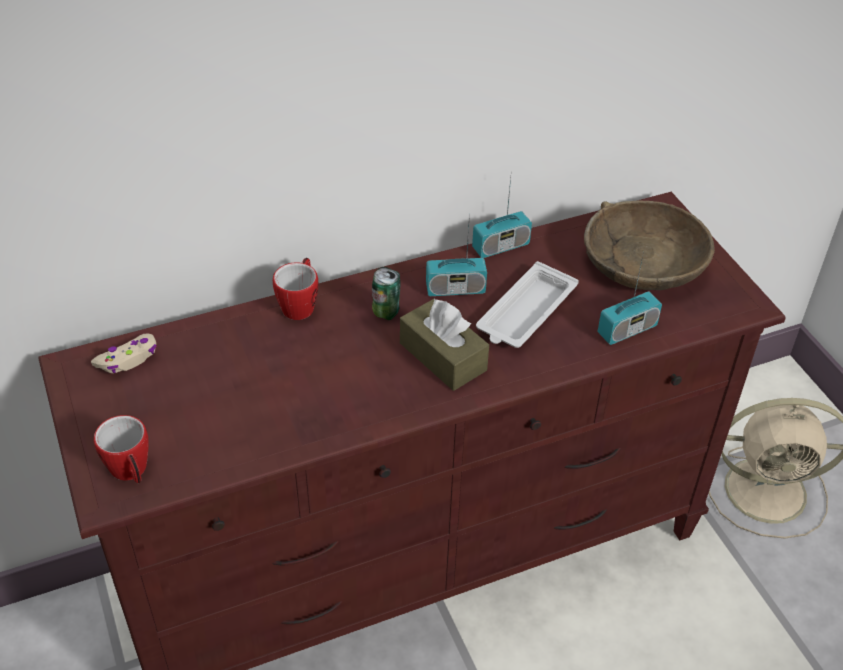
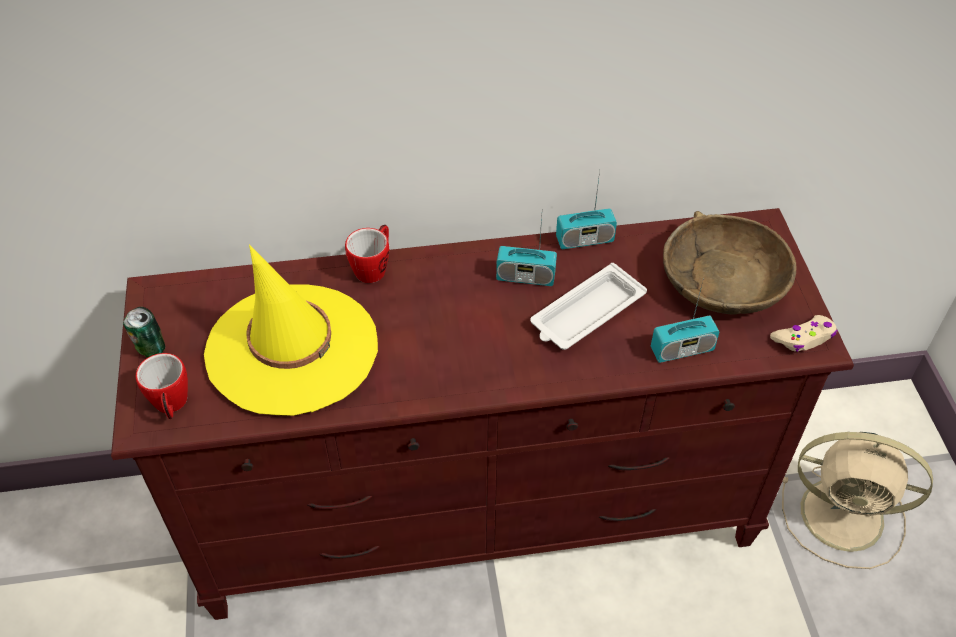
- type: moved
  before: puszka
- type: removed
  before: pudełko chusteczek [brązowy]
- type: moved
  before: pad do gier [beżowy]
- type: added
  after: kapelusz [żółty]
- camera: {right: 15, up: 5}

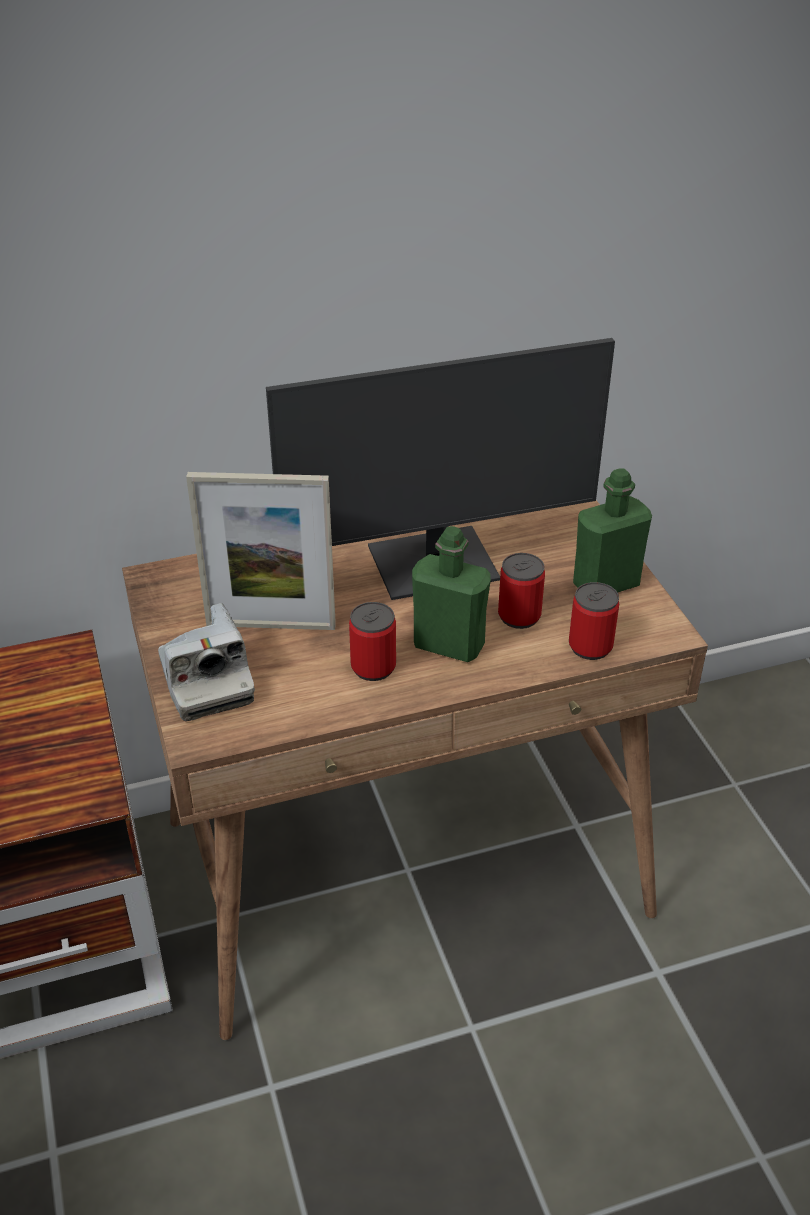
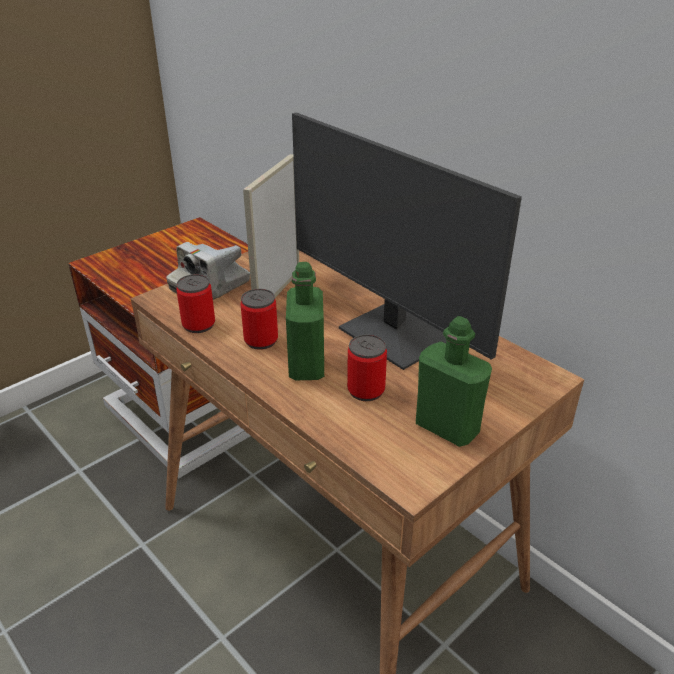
- type: turned
  before: ramka na zdjęcie
  turn: 45
- type: moved
  before: puszka (3rd from left in the first image)
  after: puszka (1st from left)
- camera: {right: 65, up: -5}

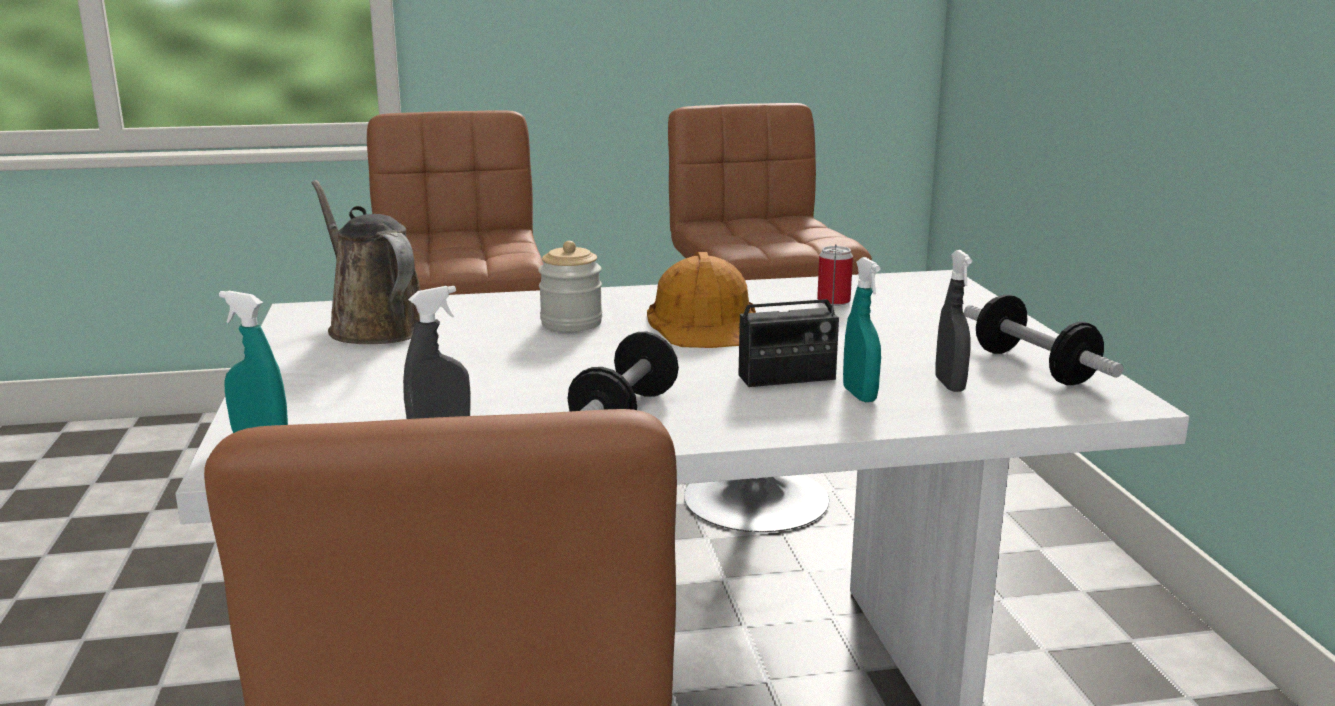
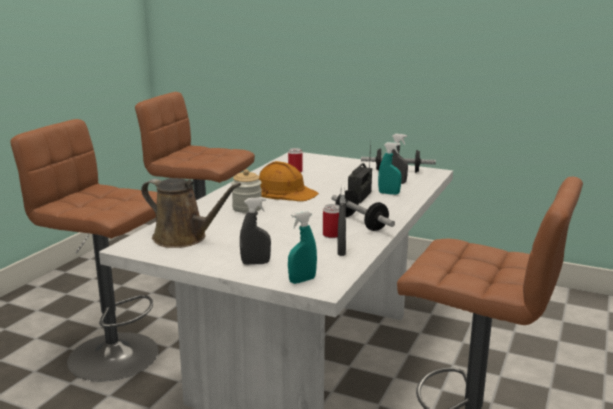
- type: turned
  before: konewka [brązowy]
  turn: -150
- type: added
  after: spryskiwacz [szary] (1st from left)
- type: added
  after: puszka (2nd from left)
- camera: {right: -55, up: 0}

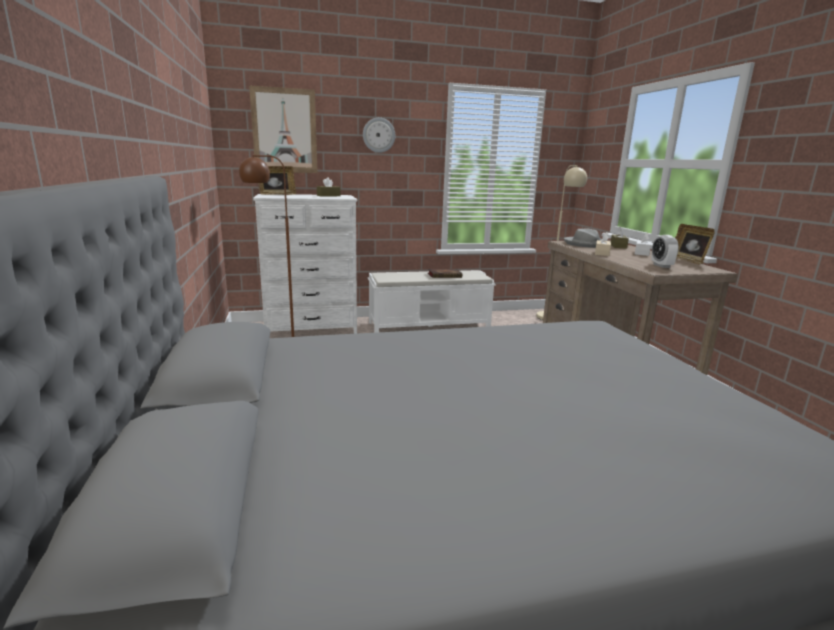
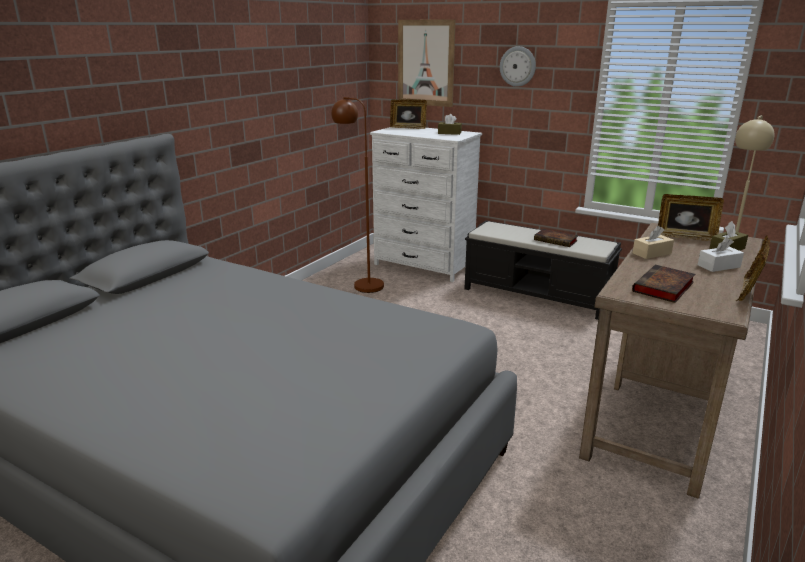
- type: replaced
  before: kapelusz [szary]
  after: ramka na zdjęcie (2nd from left)
- type: replaced
  before: budzik
  after: książka (2nd from left)
- type: recoloured
  before: ławka [biały]
  after: ławka [czarny]
- camera: {right: 45, up: 5}

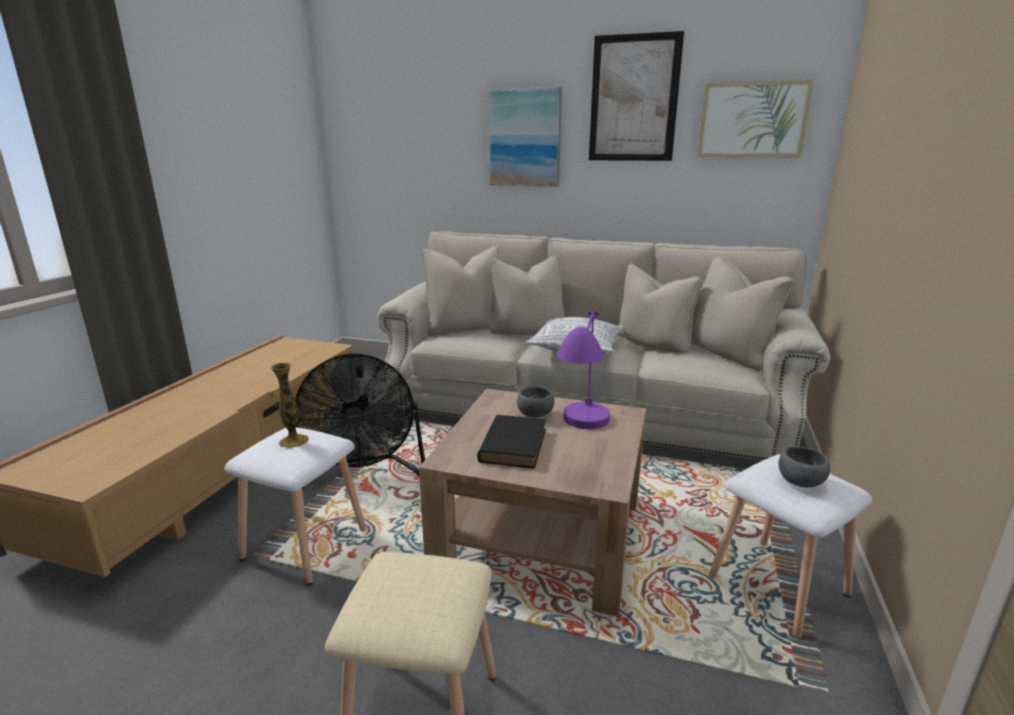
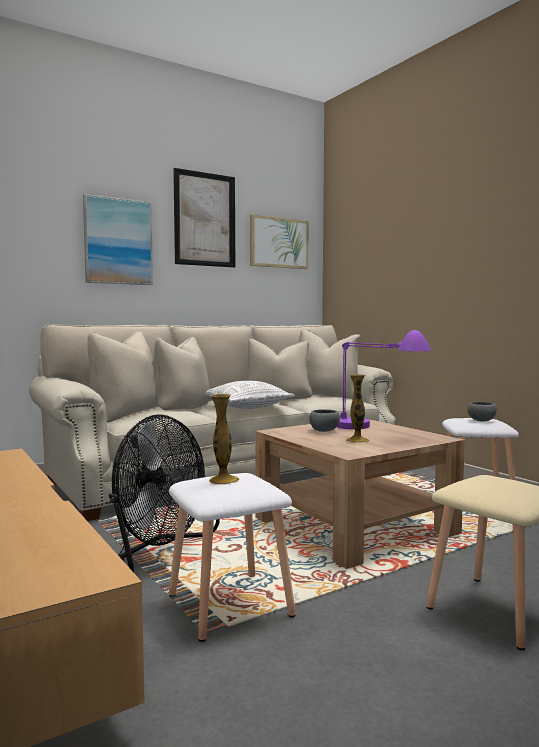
- type: replaced
  before: książka [czarny]
  after: wazon (2nd from left)
- camera: {right: -50, up: -15}

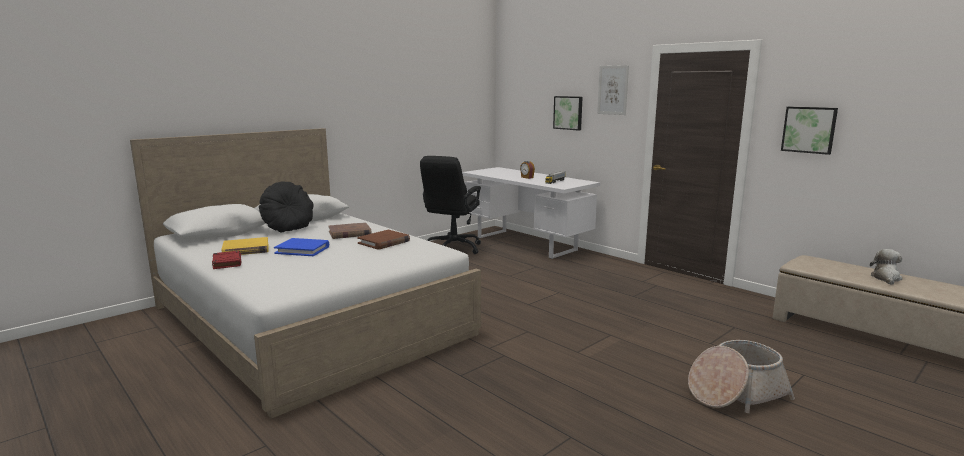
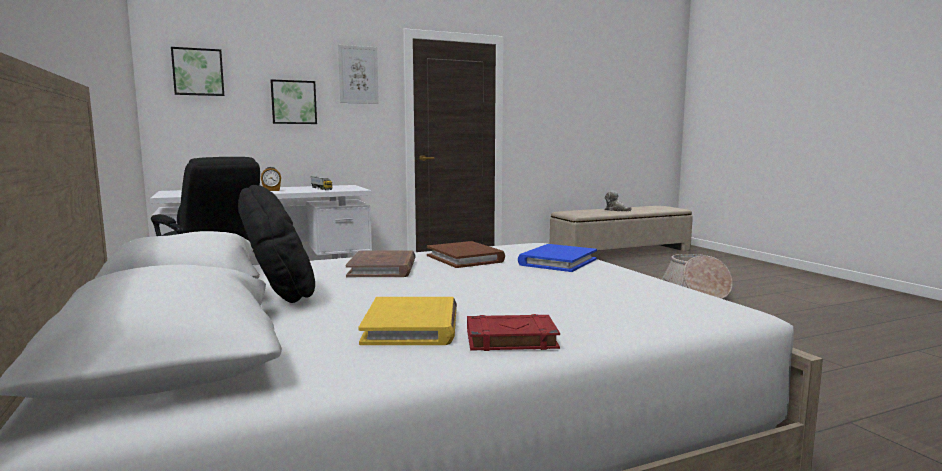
- type: moved
  before: obraz (3rd from left in the first image)
  after: obraz (1st from left)
- type: moved
  before: książka [niebieski]
- camera: {right: -70, up: -5}

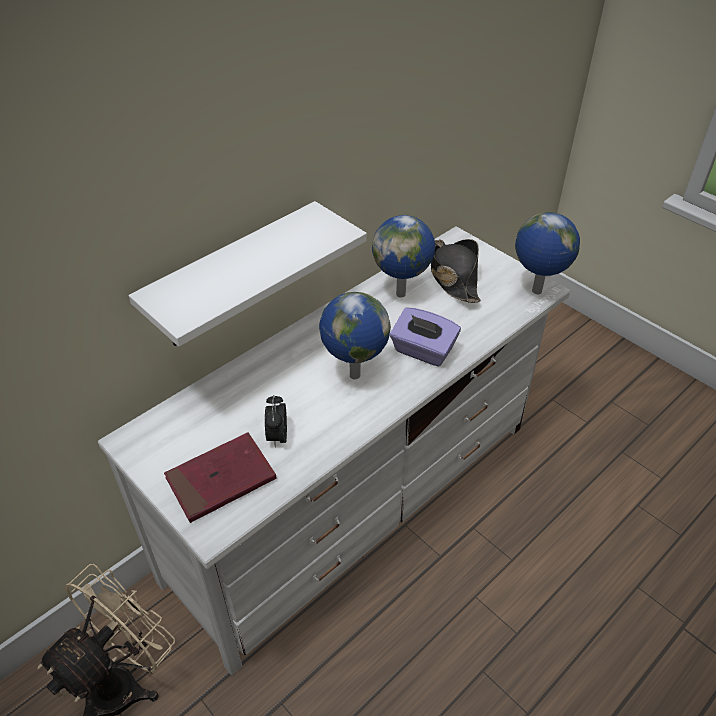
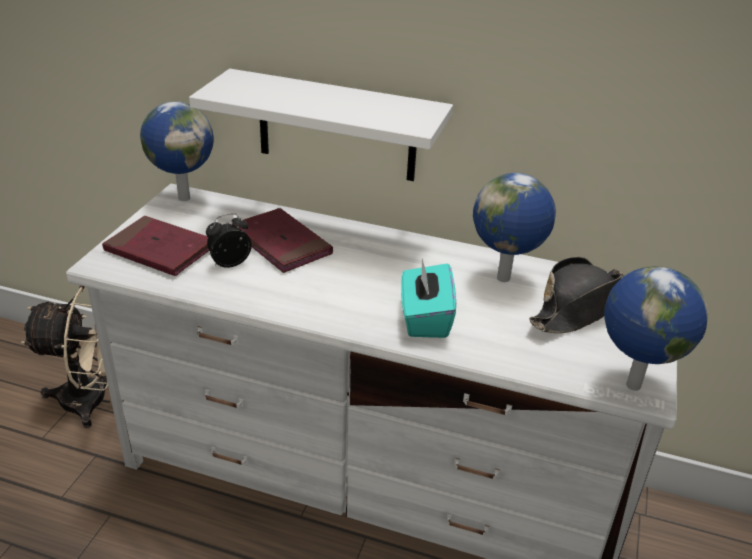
- type: moved
  before: globus (1st from left)
- type: recoloured
  before: pudełko chusteczek [fioletowy]
  after: pudełko chusteczek [turkusowy]
- type: added
  after: książka [czerwony] (2nd from left)
- camera: {right: 60, up: -10}

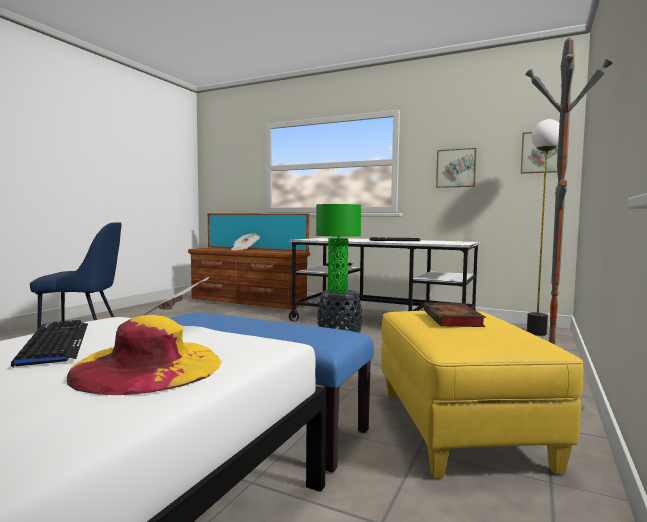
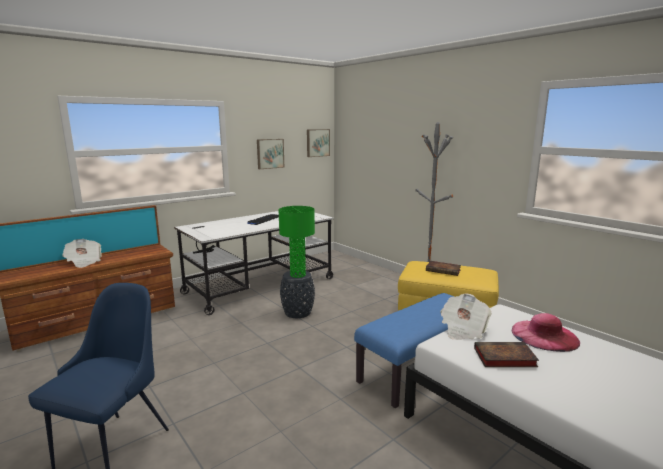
- type: removed
  before: lampa stojąca
- type: recoloured
  before: kapelusz [żółty]
  after: kapelusz [różowy]
- type: replaced
  before: klawiatura (1st from left)
  after: książka (2nd from left)
- camera: {right: -65, up: 10}

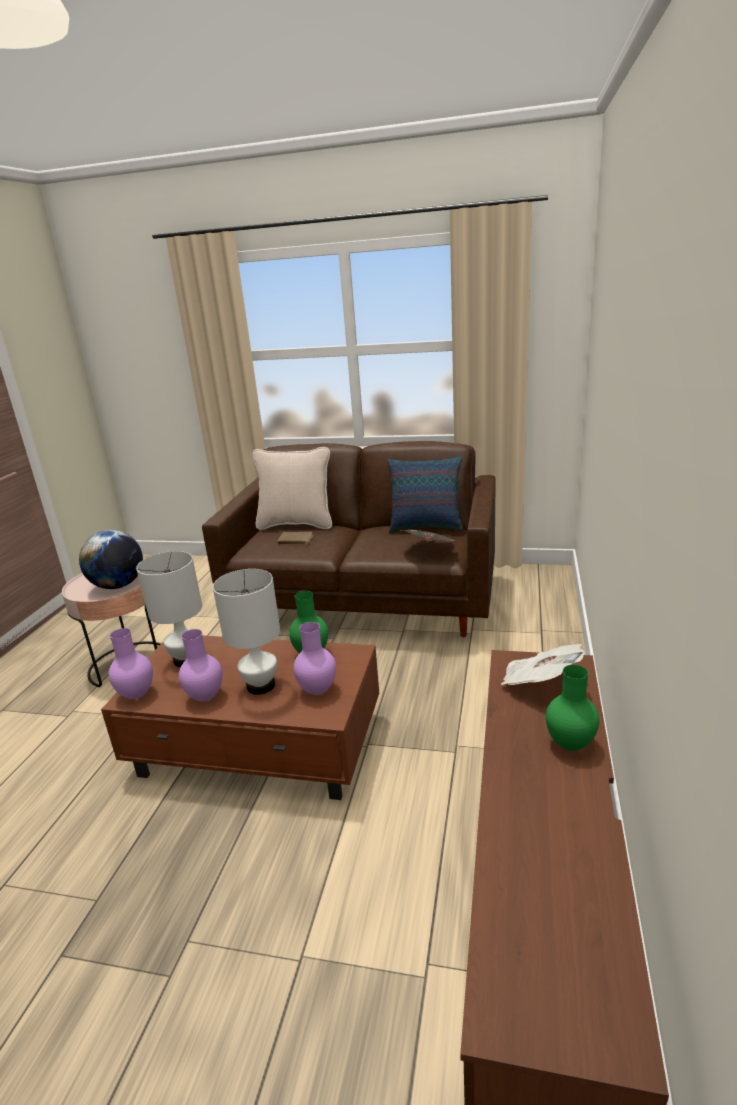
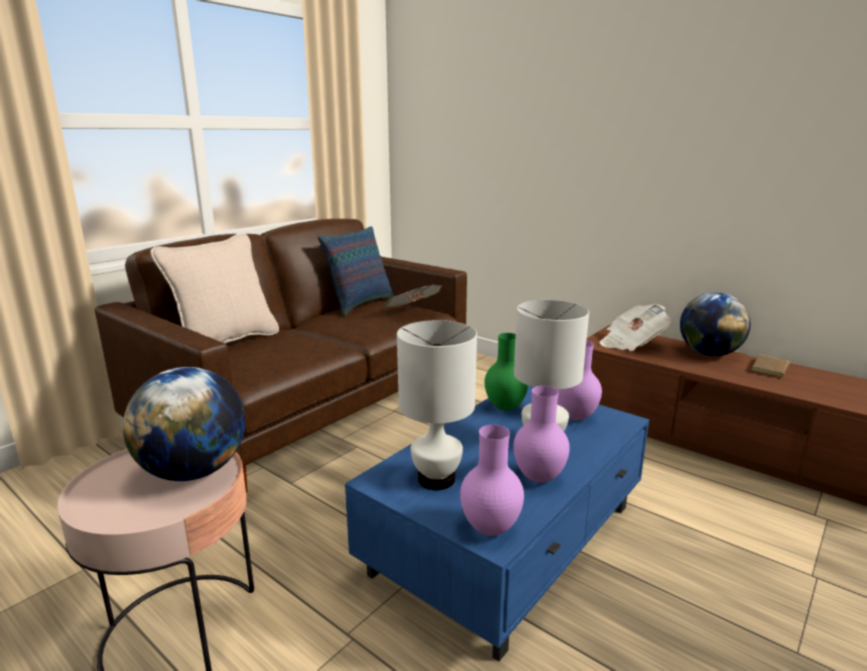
- type: moved
  before: książka [brązowy]
- type: recoloured
  before: ława [brązowy]
  after: ława [niebieski]
- type: replaced
  before: wazon [zielony] (2nd from left)
  after: globus (2nd from left)
- camera: {right: -65, up: -5}

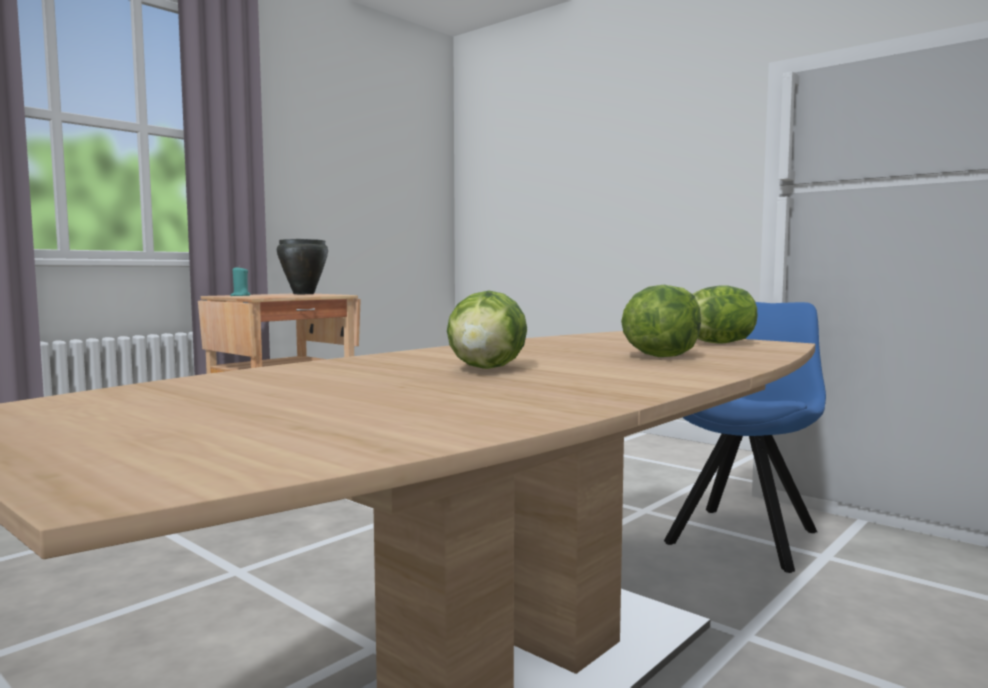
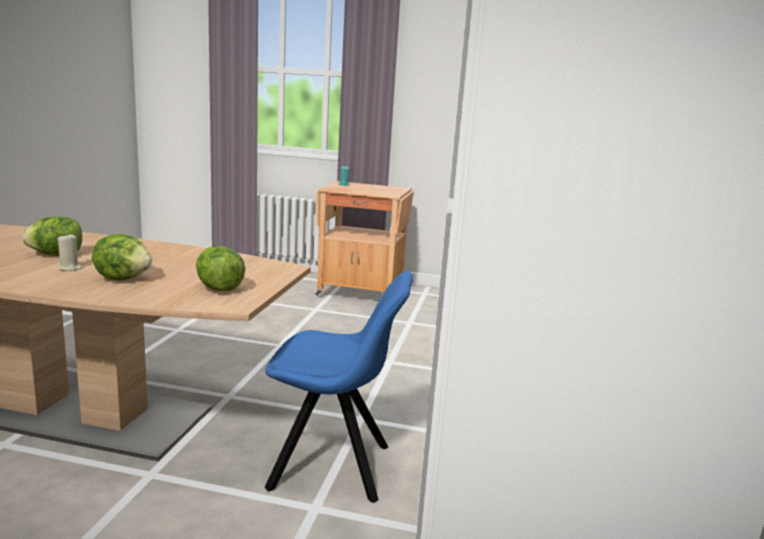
- type: removed
  before: garnek [czarny]
- type: added
  after: świeca [beżowy]
- camera: {right: 60, up: 10}

